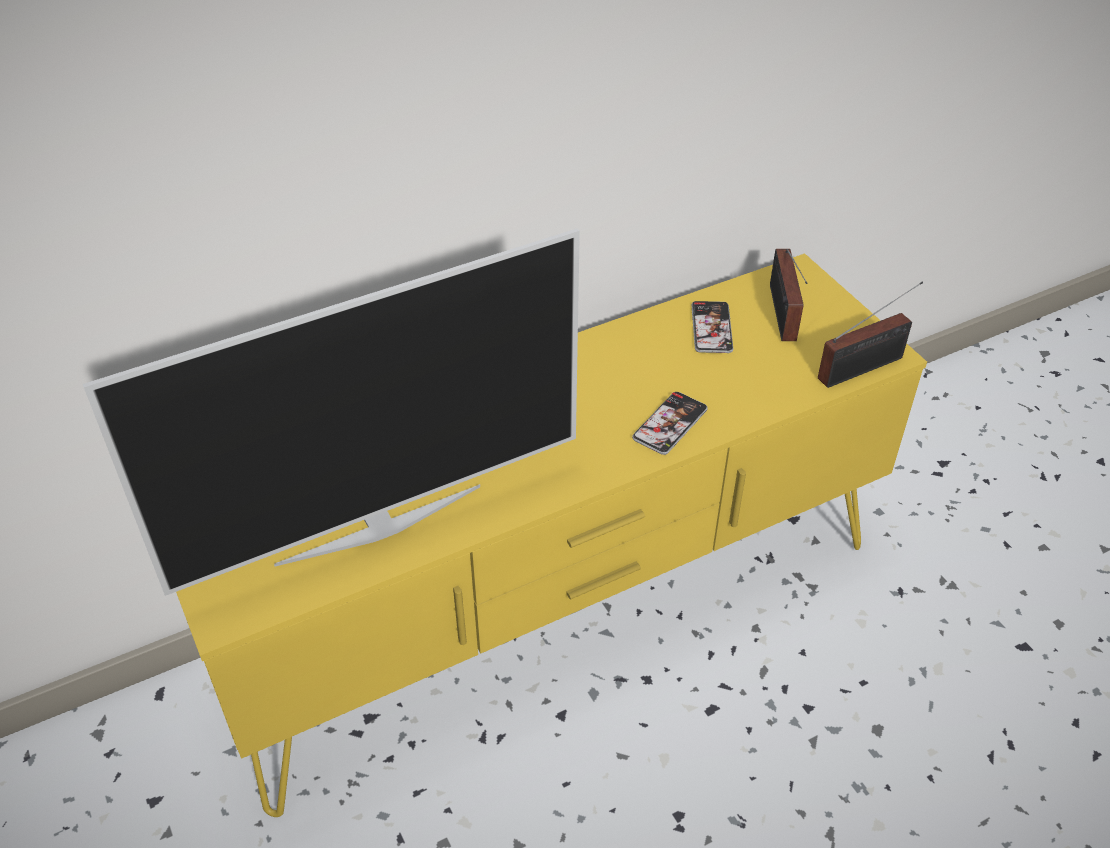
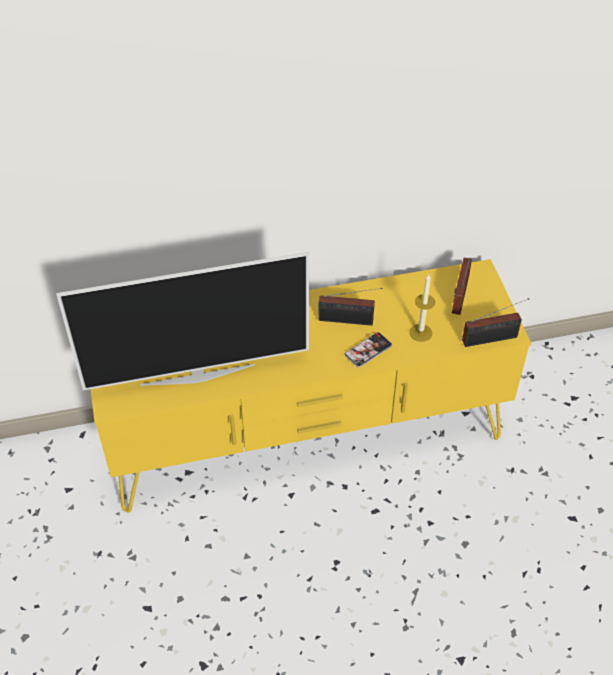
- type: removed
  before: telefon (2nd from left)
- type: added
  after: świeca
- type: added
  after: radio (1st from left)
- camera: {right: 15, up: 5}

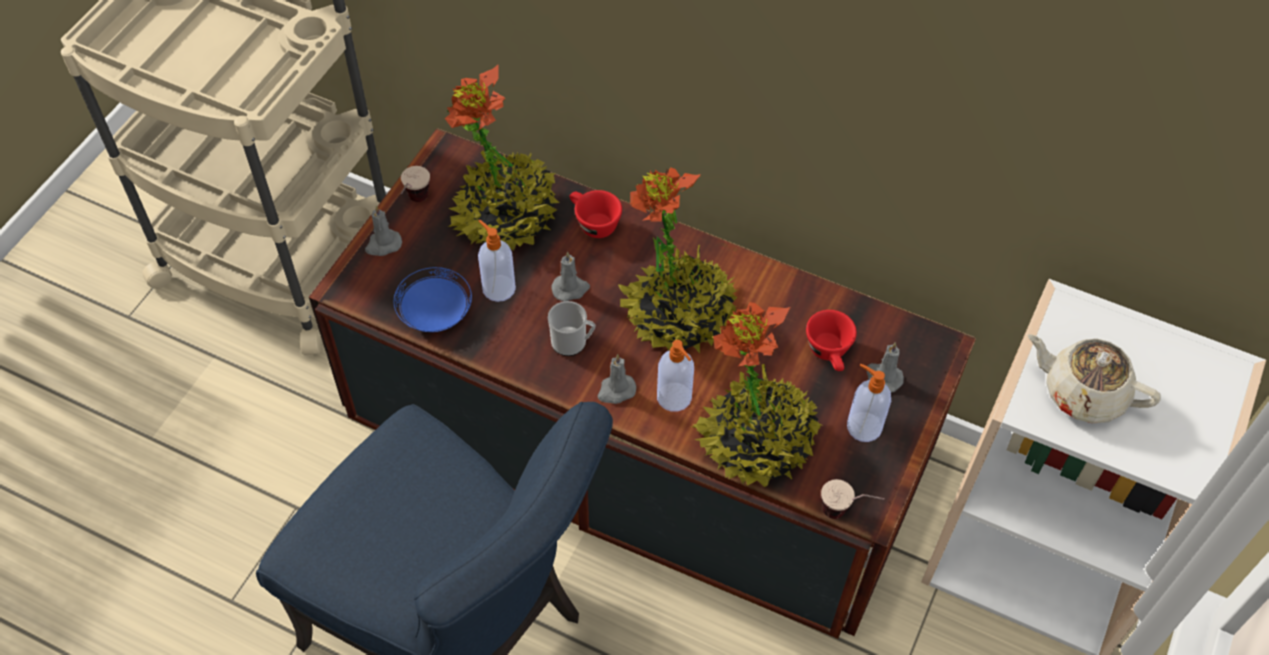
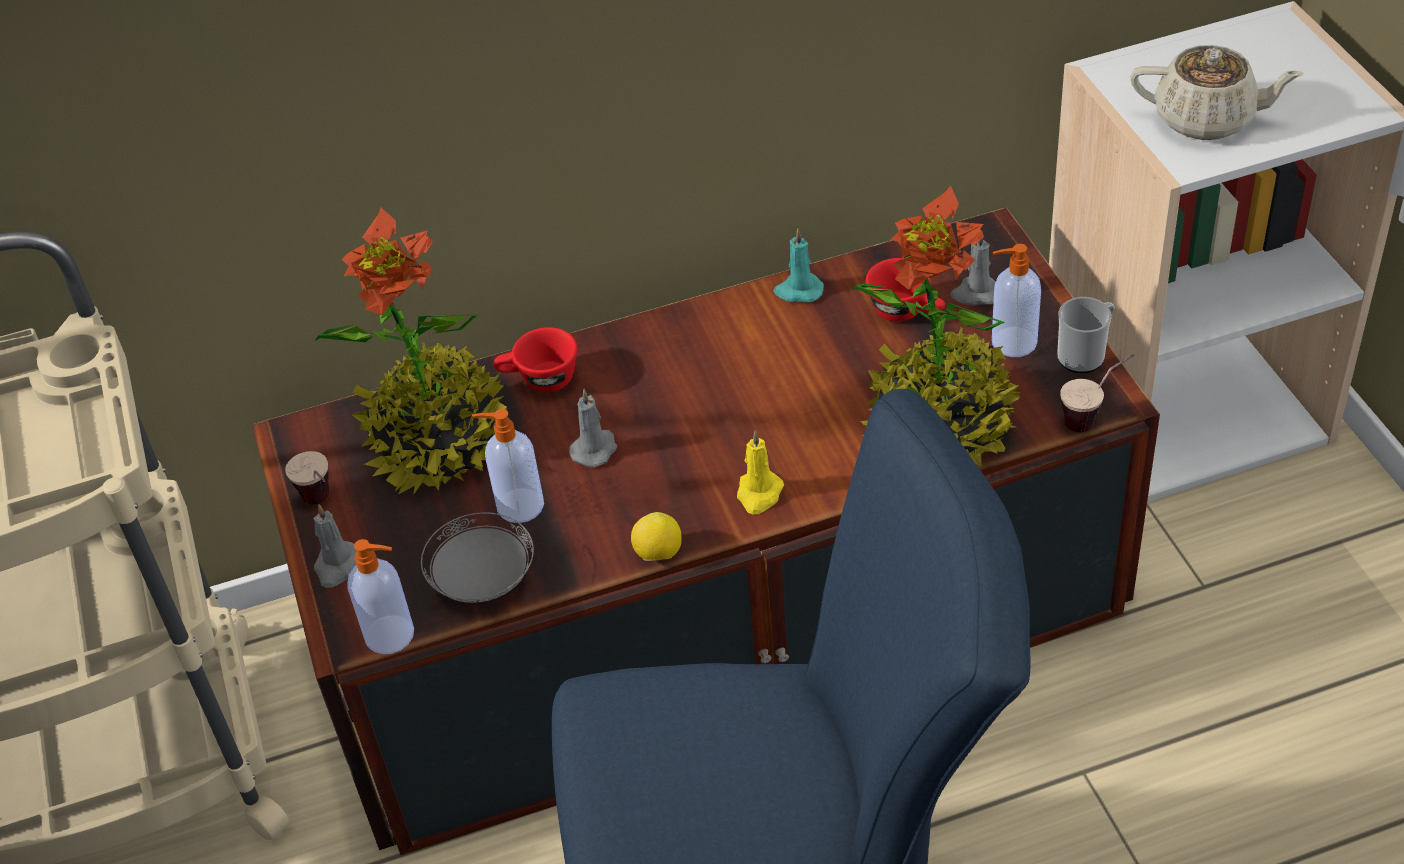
- type: removed
  before: roślina doniczkowa (2nd from left)
- type: recoloured
  before: talerz [niebieski]
  after: talerz [szary]
- type: moved
  before: kubek
- type: turned
  before: imbryk [beżowy]
  turn: -150
- type: moved
  before: dozownik mydła (2nd from left in the first image)
  after: dozownik mydła (1st from left)
- type: recoloured
  before: świeca [szary] (3rd from left)
  after: świeca [żółty]
- type: added
  after: świeca [turkusowy]
- type: added
  after: cytryna
- camera: {right: -40, up: -10}

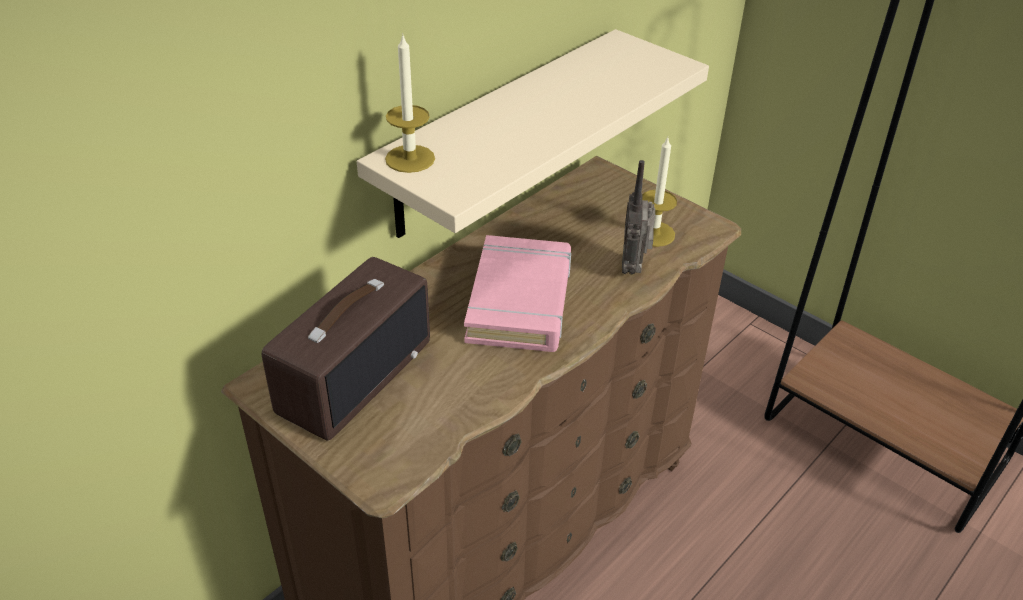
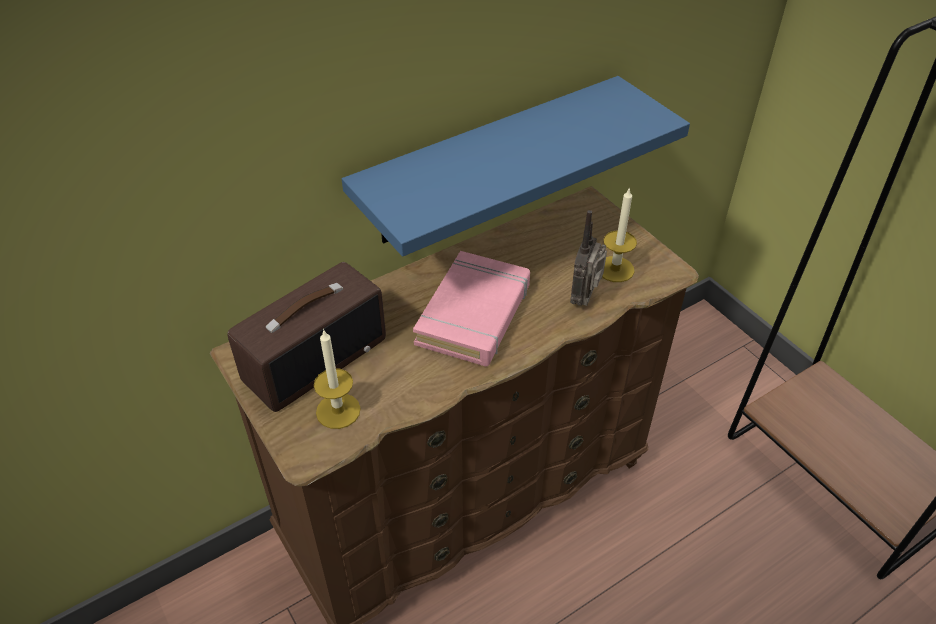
- type: recoloured
  before: półka [beżowy]
  after: półka [niebieski]
- type: moved
  before: świeca (1st from left)
- camera: {right: 15, up: 5}

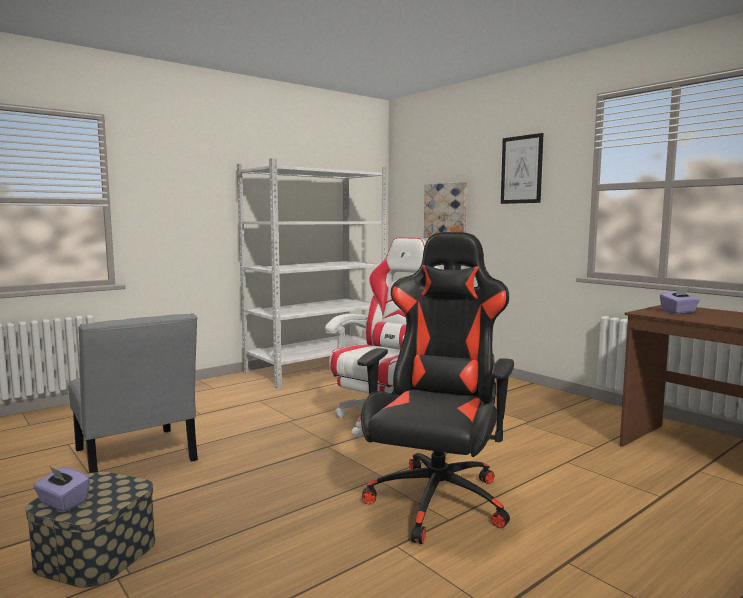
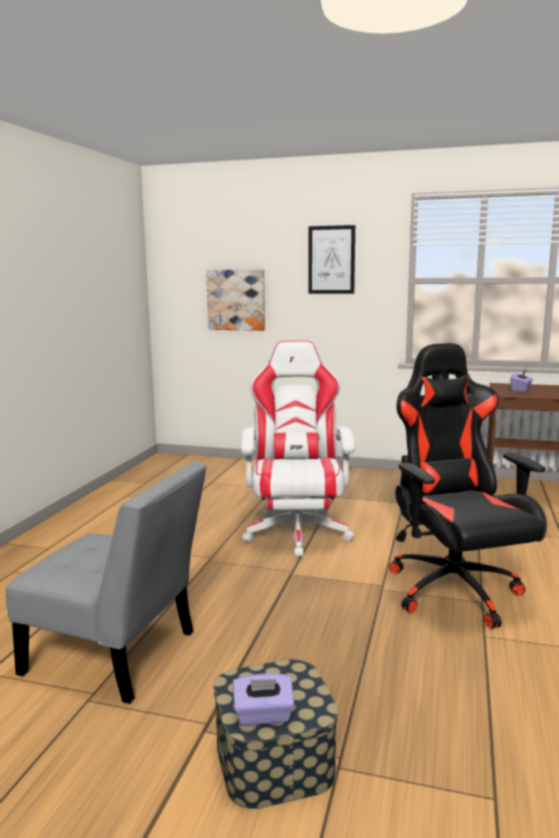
- type: removed
  before: regał [biały]
- camera: {right: -35, up: 5}

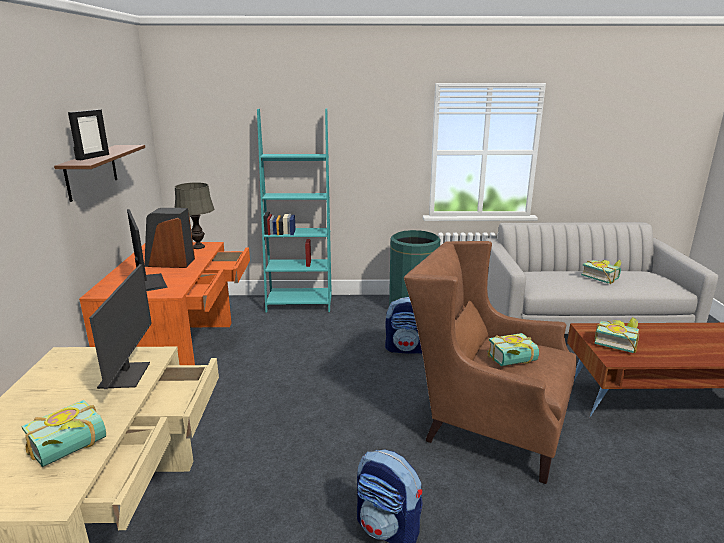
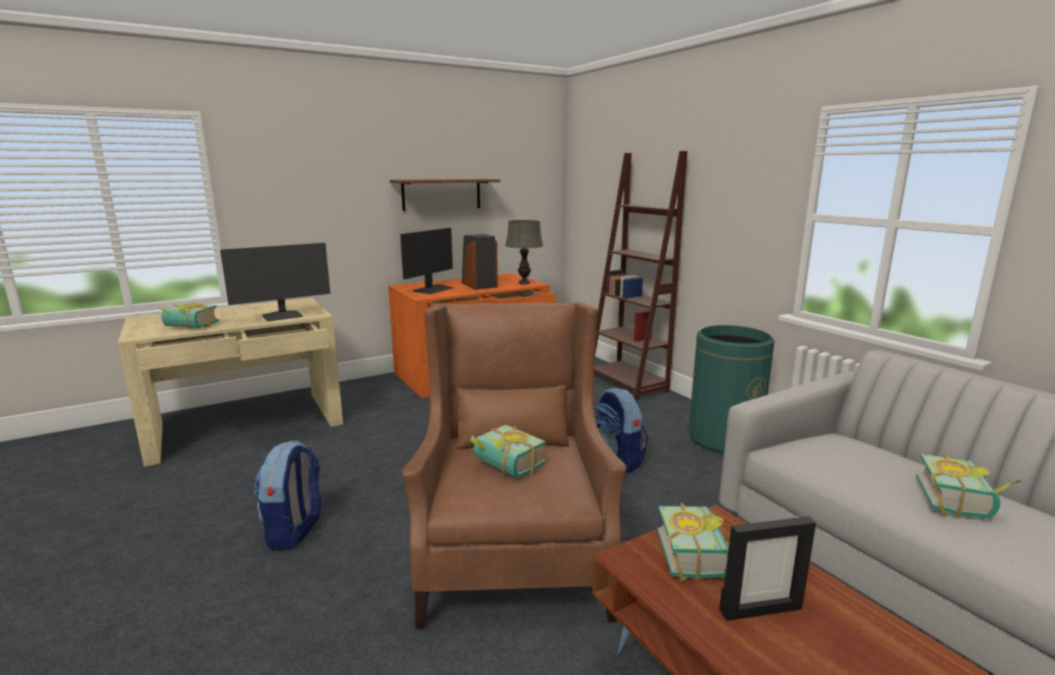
- type: moved
  before: ramka na zdjęcie
- type: recoloured
  before: regał [turkusowy]
  after: regał [brązowy]
- camera: {right: 60, up: -5}

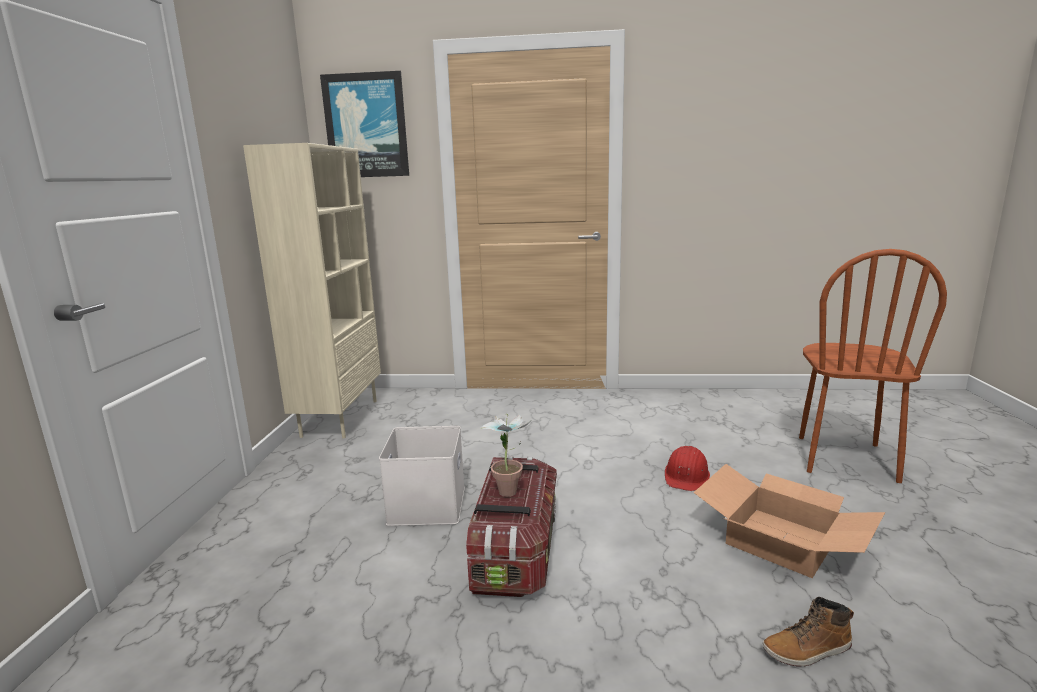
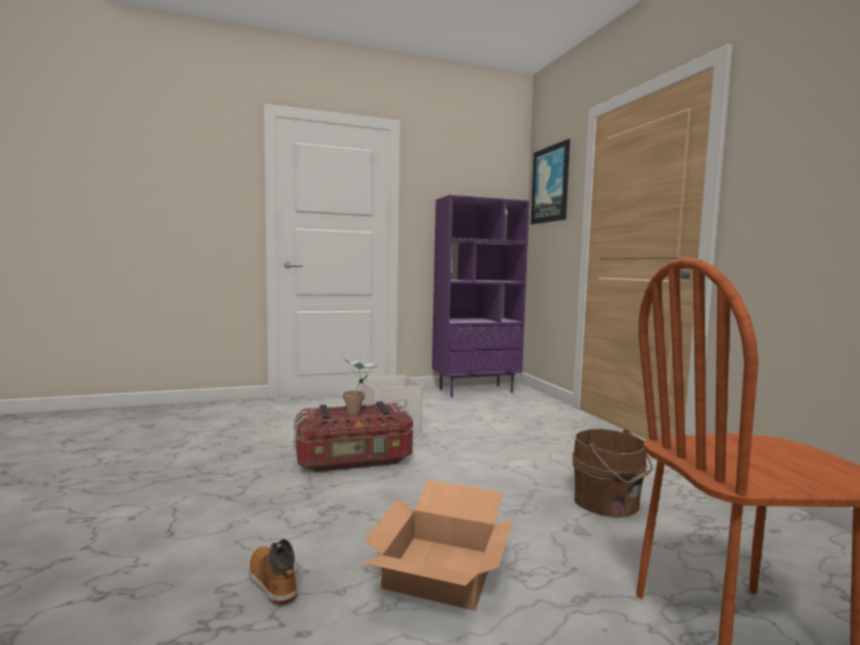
- type: recoloured
  before: regał [beżowy]
  after: regał [fioletowy]
- type: removed
  before: kask [czerwony]
- type: added
  after: wiadro [brązowy]
- camera: {right: 65, up: -10}

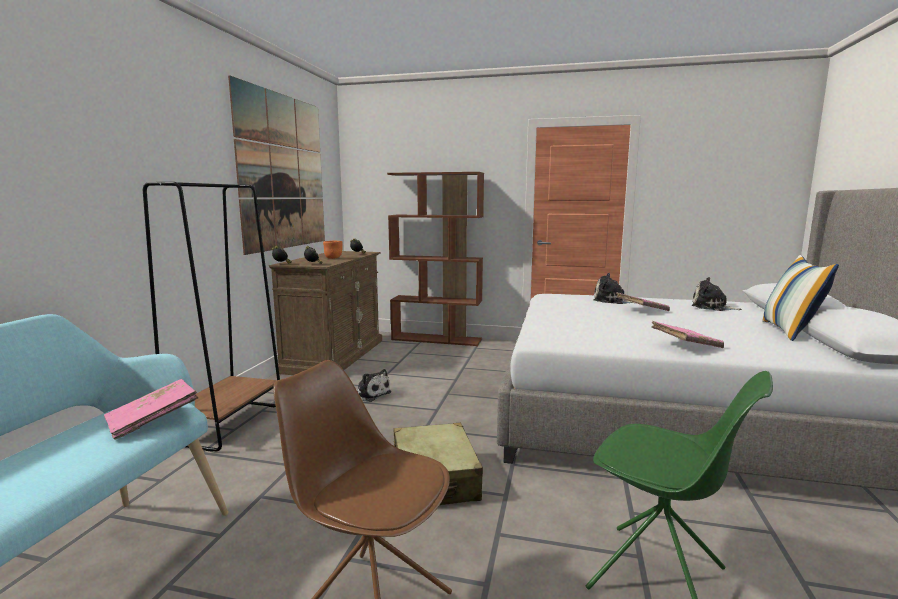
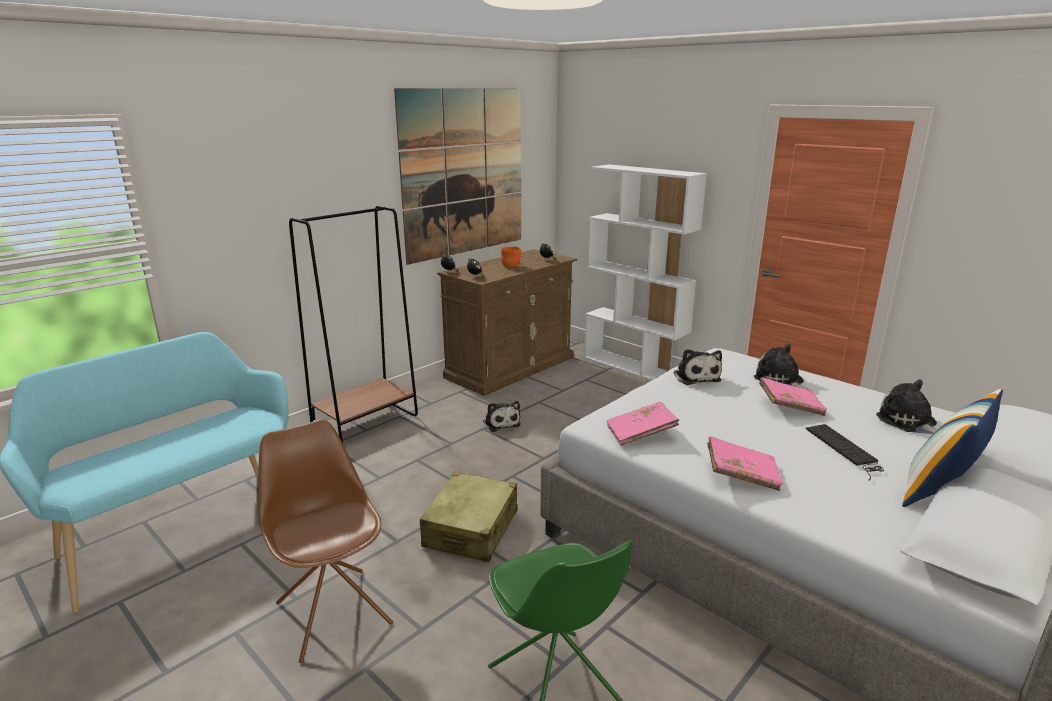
- type: recoloured
  before: regał [brązowy]
  after: regał [biały]
- type: moved
  before: książka [różowy] (1st from left)
- type: added
  after: pluszak (2nd from left)
- type: added
  after: klawiatura
- camera: {right: 30, up: 10}

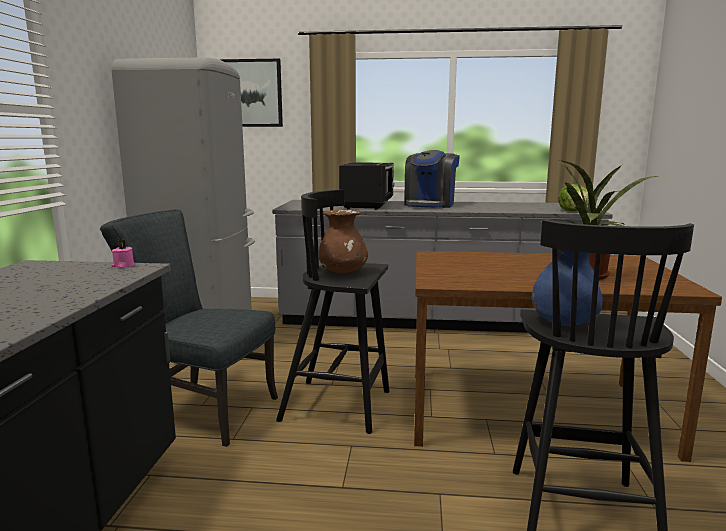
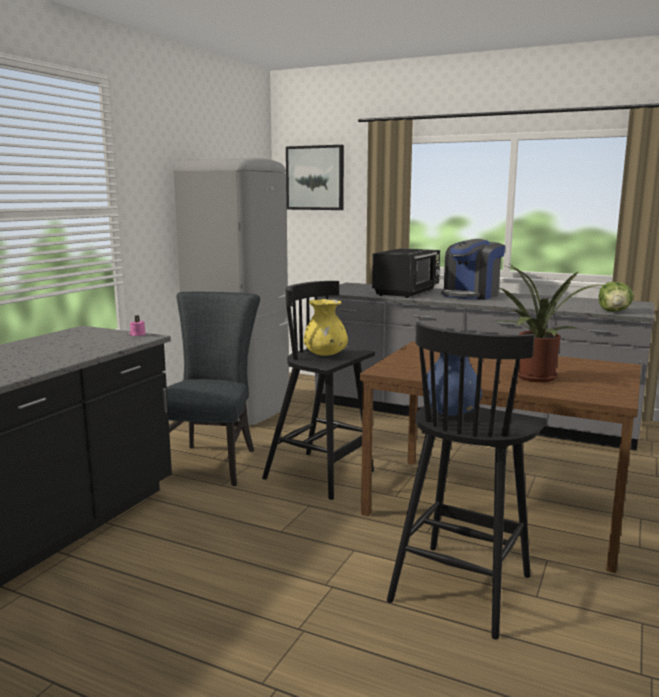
- type: turned
  before: krzesło [szary]
  turn: 60
- type: recoloured
  before: wazon [brązowy]
  after: wazon [żółty]
- camera: {right: 20, up: 0}

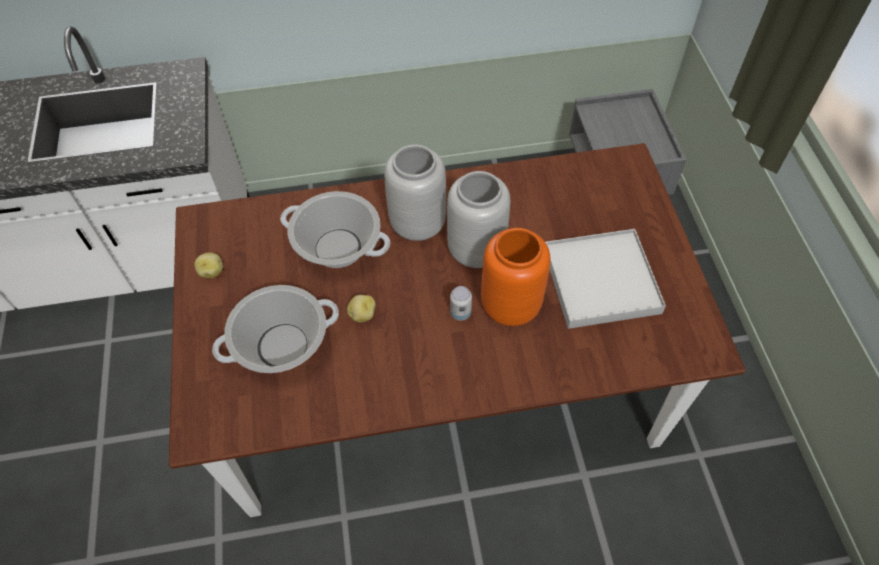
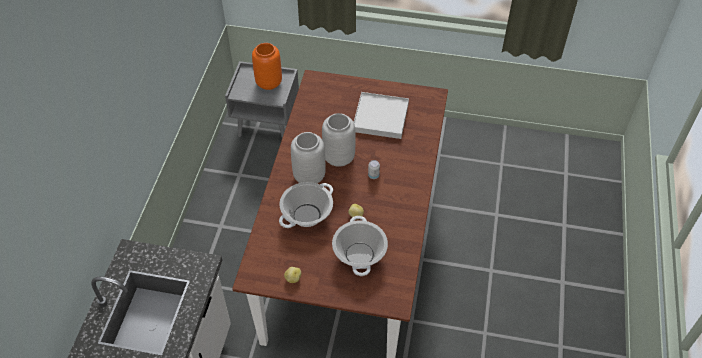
- type: moved
  before: wazon [pomarańczowy]
- camera: {right: -70, up: -5}

